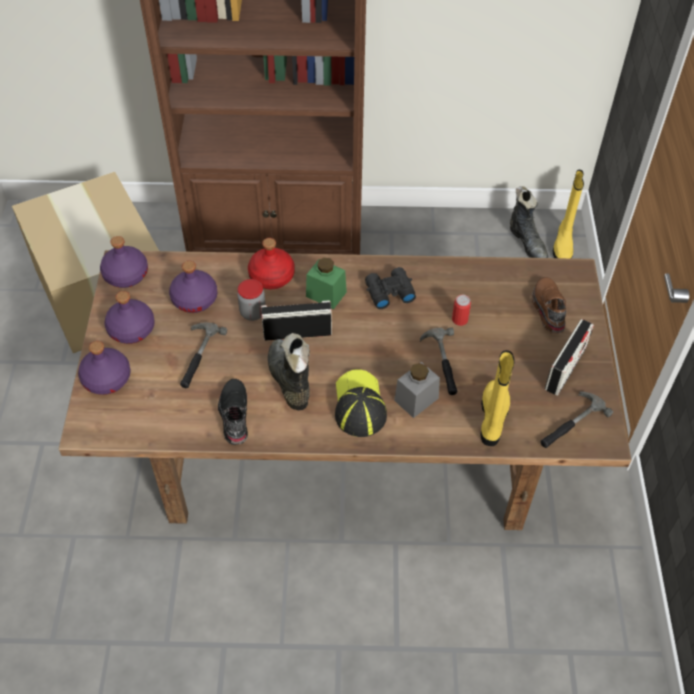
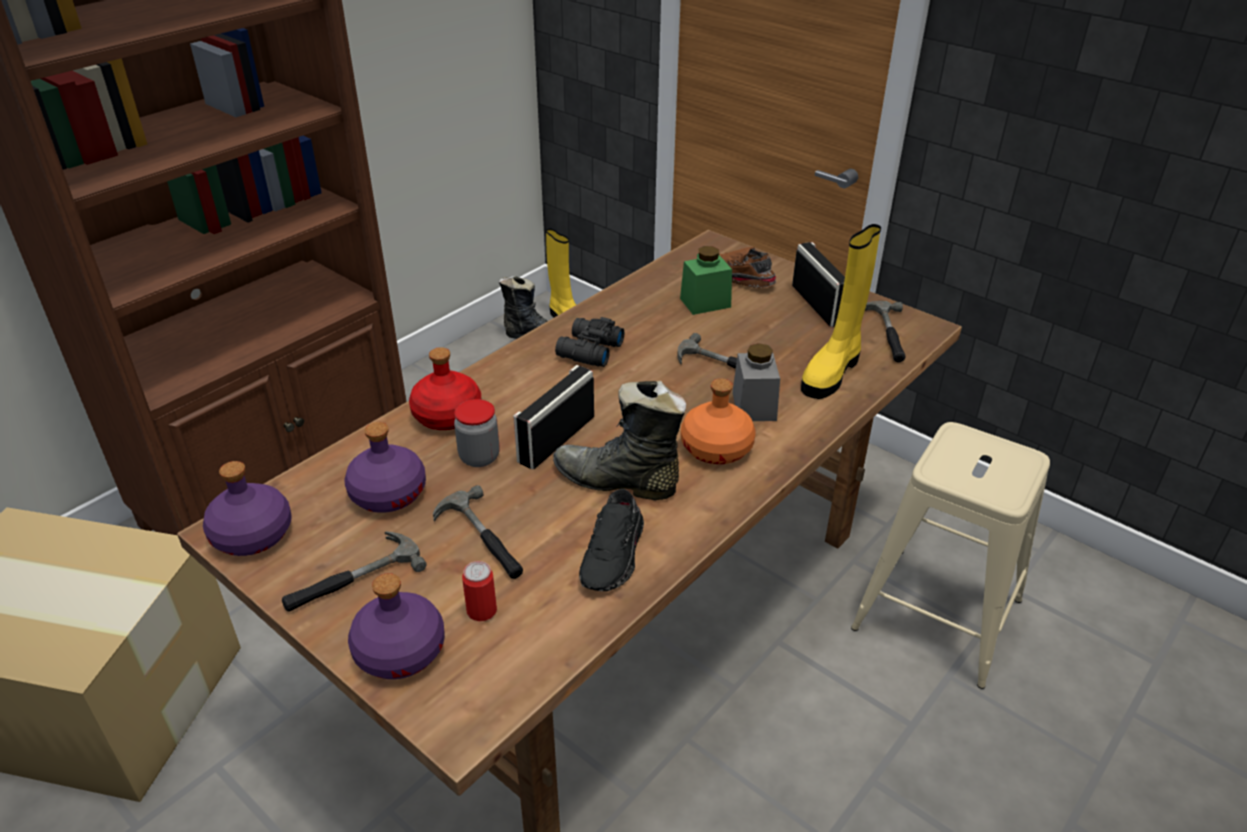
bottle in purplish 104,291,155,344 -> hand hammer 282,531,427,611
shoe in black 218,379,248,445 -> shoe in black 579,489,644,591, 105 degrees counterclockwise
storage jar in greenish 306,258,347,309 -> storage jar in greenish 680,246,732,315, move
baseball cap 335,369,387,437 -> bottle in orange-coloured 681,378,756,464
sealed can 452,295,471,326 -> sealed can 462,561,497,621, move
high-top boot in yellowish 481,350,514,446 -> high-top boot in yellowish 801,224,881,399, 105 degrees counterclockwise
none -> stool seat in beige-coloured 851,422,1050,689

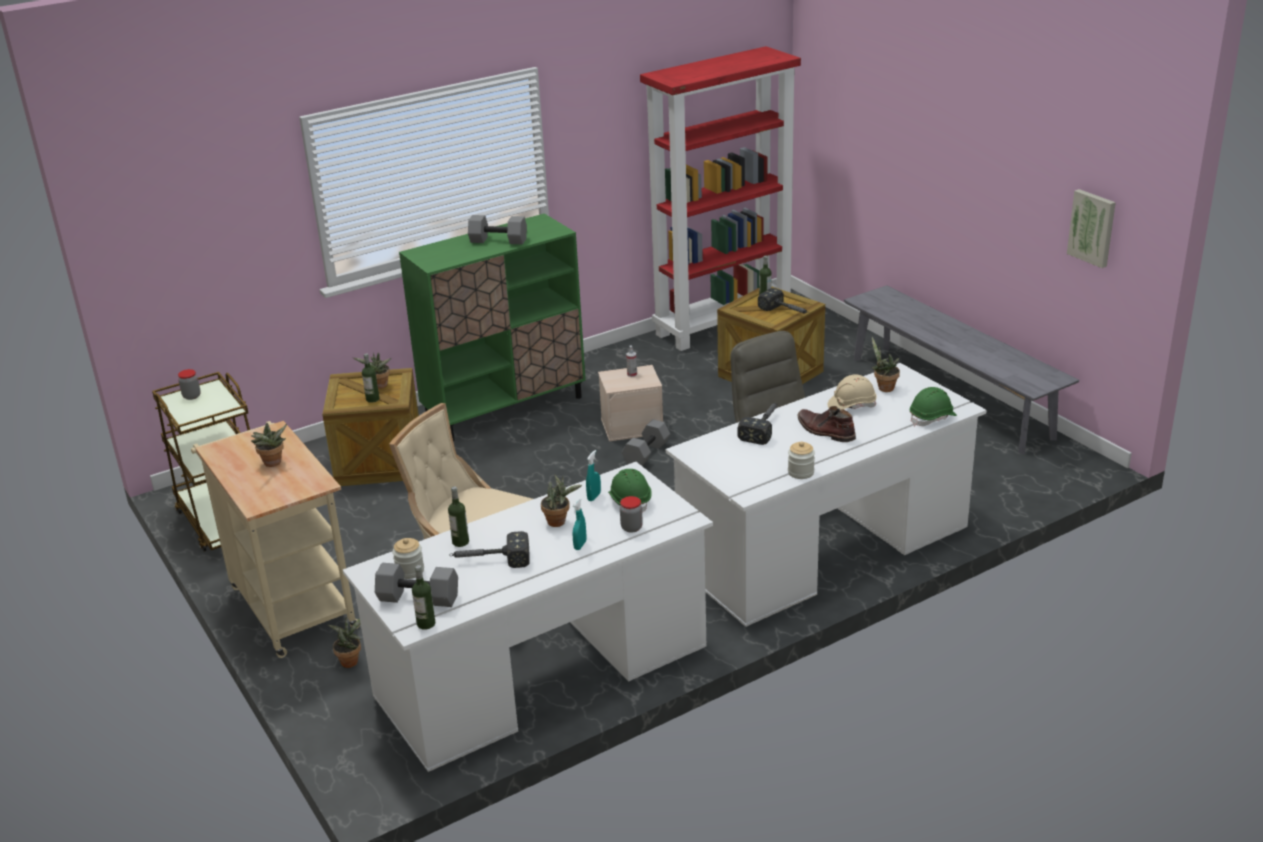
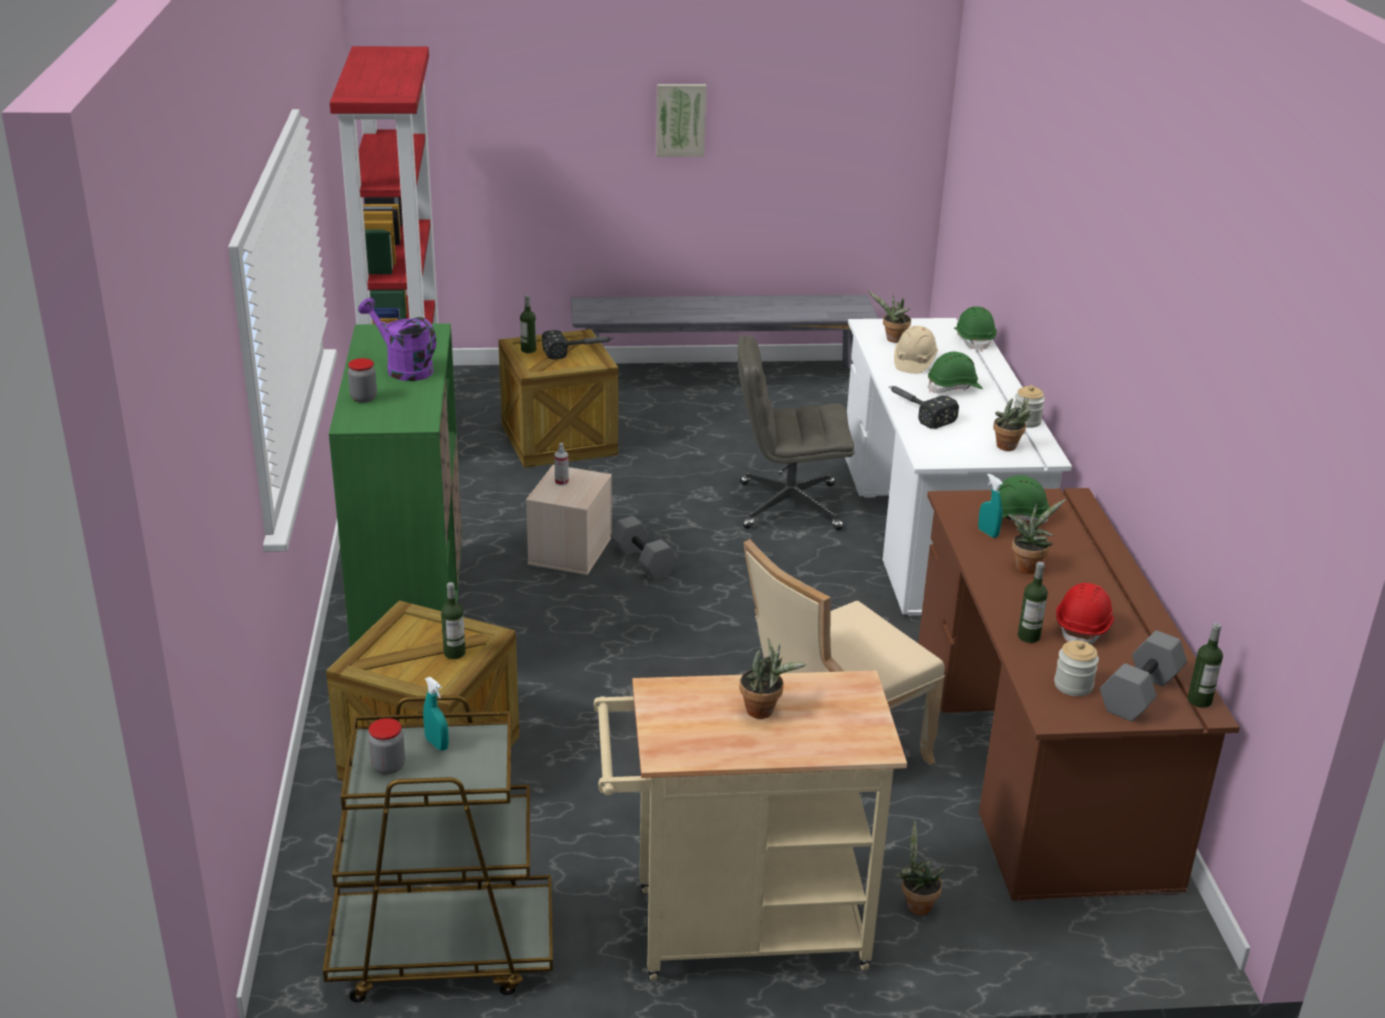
desk table in white 343,462,713,772 -> desk table in brown-coloured 918,488,1240,902
potted plant 353,352,391,389 -> potted plant 993,397,1033,451, move
hand hammer 449,531,530,568 -> hard hat in red 1056,583,1114,645
free weight in gray 468,215,527,244 -> sprinkling can in purplish 358,298,436,381
sprayer in turquoise-coloured 572,499,586,550 -> sprayer in turquoise-coloured 423,677,449,751, move
storage jar 620,496,643,533 -> storage jar 348,358,377,403, move
high-top boot in brown-coloured 797,406,856,442 -> hard hat in greenish 928,352,983,394
wall picture 1067,189,1116,268 -> wall picture 656,84,706,157, move

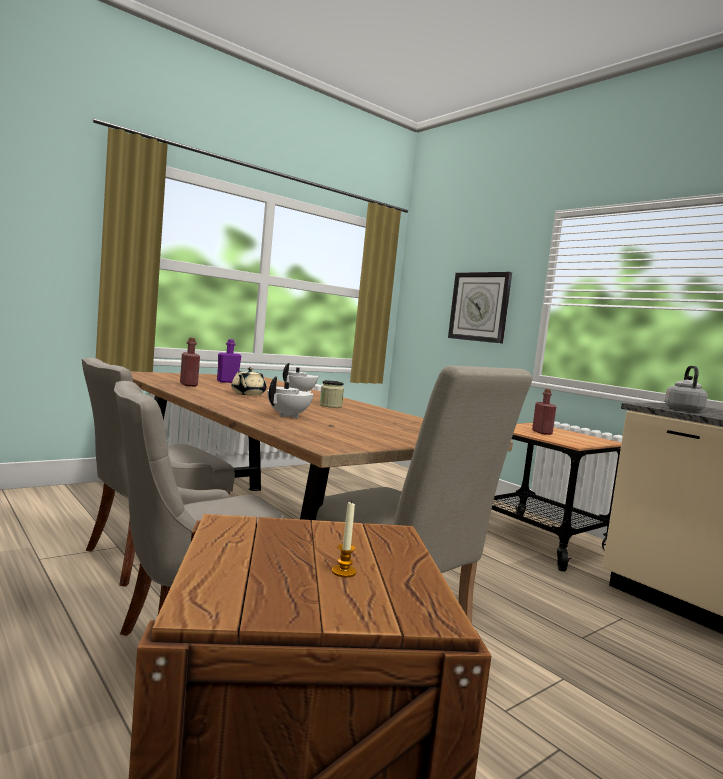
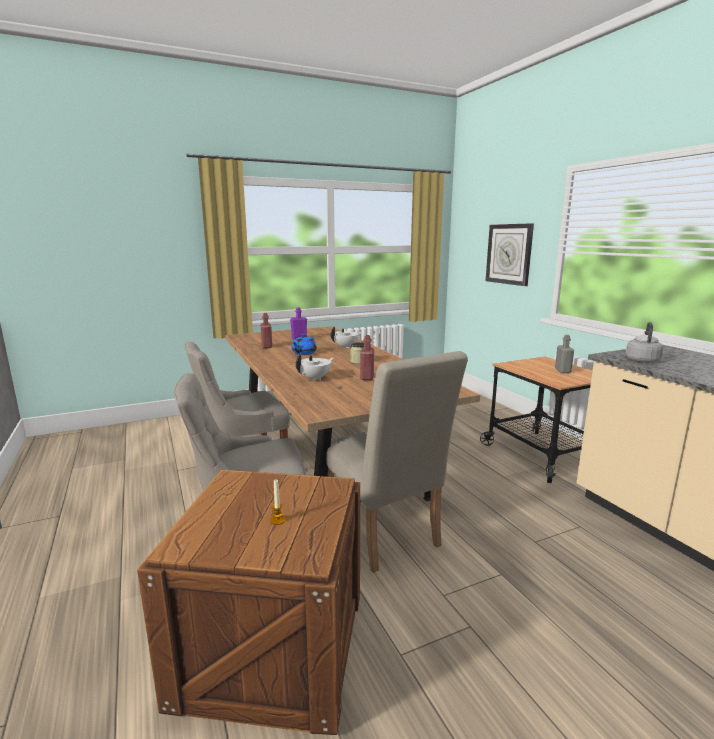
tea pot in beige-coloured 231,367,266,395 -> tea pot in bluish 292,334,317,355
bottle in red 532,389,556,435 -> bottle in red 360,335,374,380, move
none -> bottle in gray 555,335,574,373

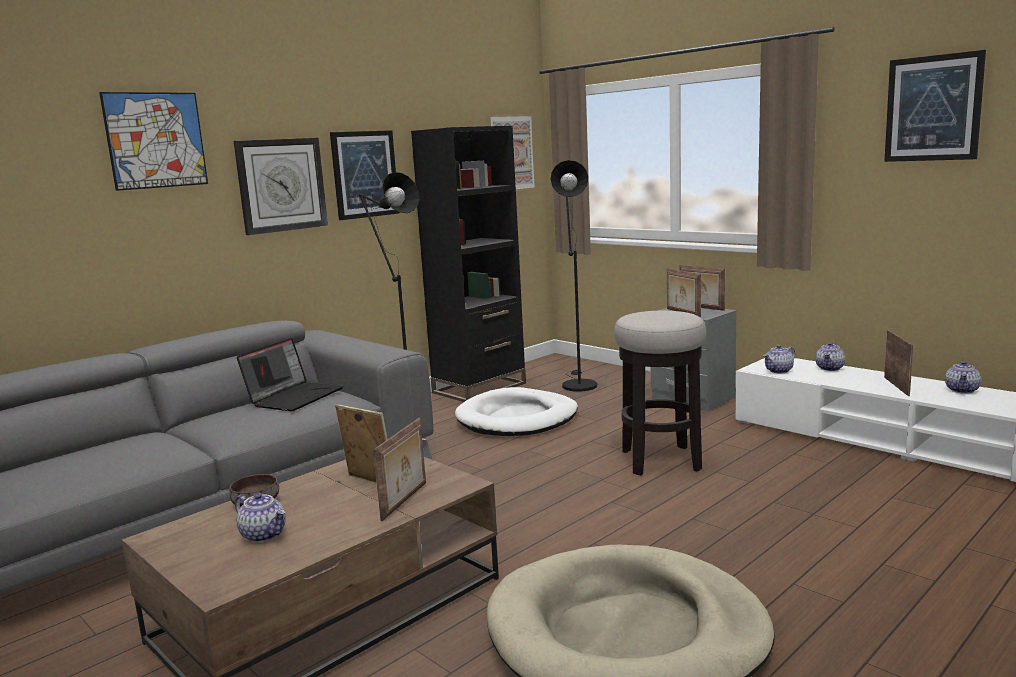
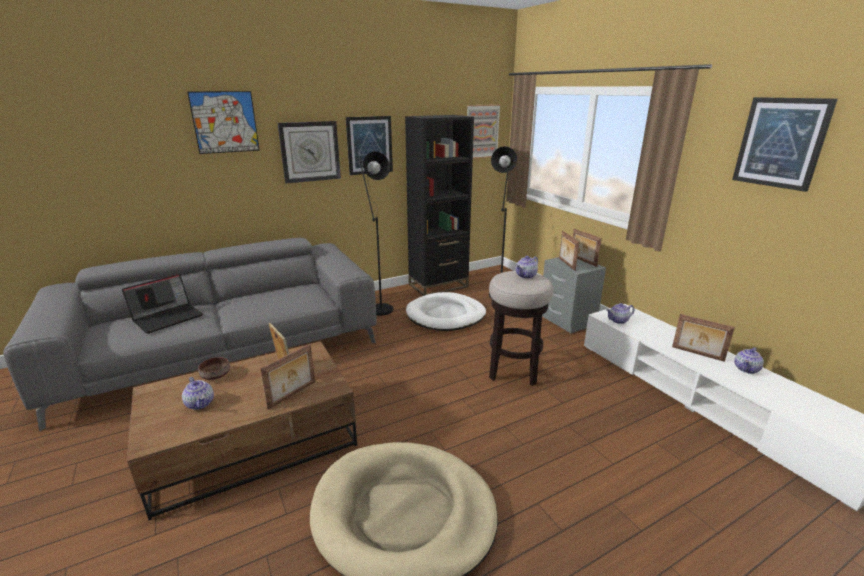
portable computer 237,338,343,411 -> portable computer 122,274,203,334, move
tea pot 815,342,845,371 -> tea pot 516,256,538,279, move
picture frame 884,330,913,396 -> picture frame 672,314,735,362, 105 degrees clockwise

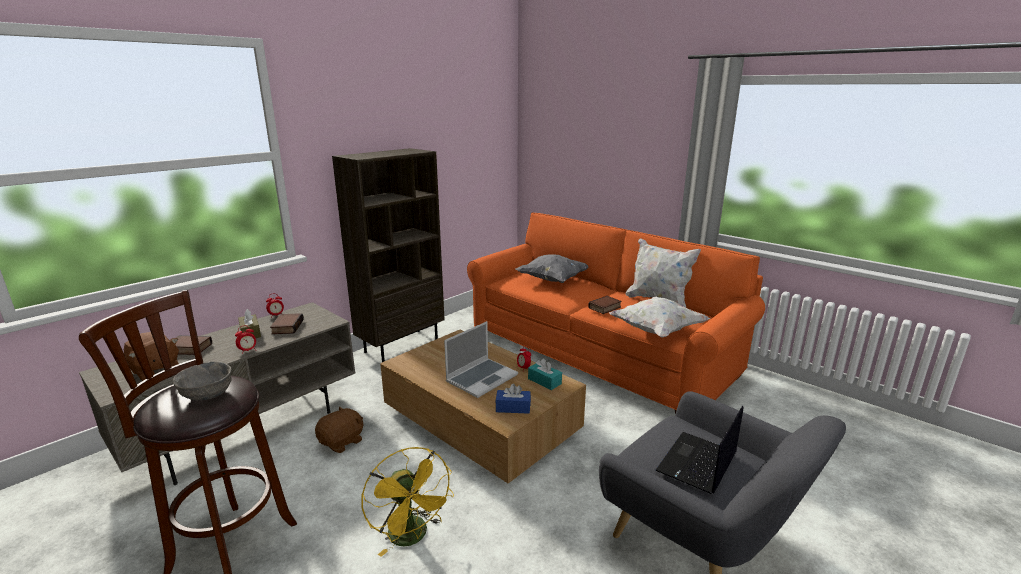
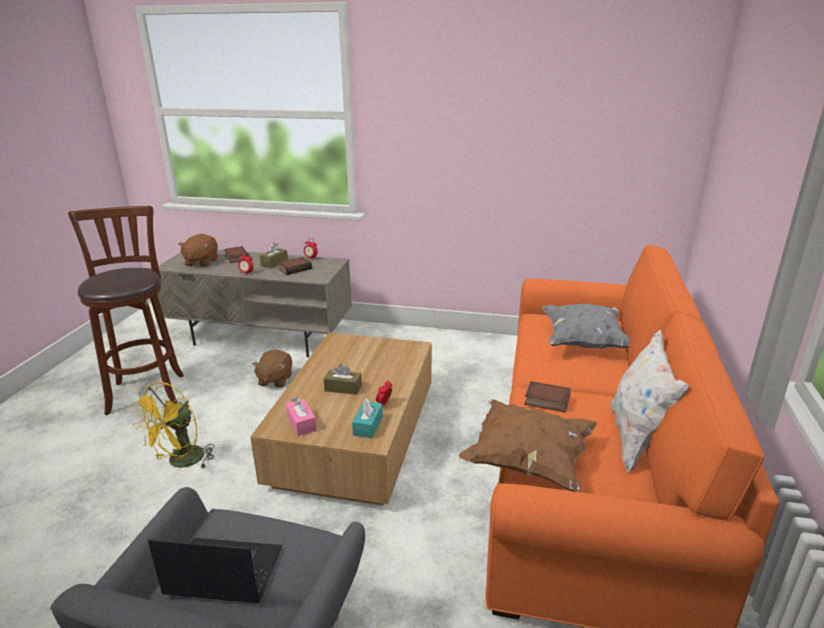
serving bowl in gray 172,362,231,401 -> none
soft toy in brown-coloured 315,406,363,453 -> soft toy in brown-coloured 252,350,292,388, 90 degrees clockwise
bookshelf in brown-coloured 332,148,445,362 -> none
portable computer 444,321,518,398 -> tissue box in brown-coloured 324,364,362,395
tissue box in bluish 495,384,531,414 -> tissue box in pink-coloured 286,397,317,436
cushion in white 609,297,710,338 -> cushion in brown-coloured 459,399,597,492

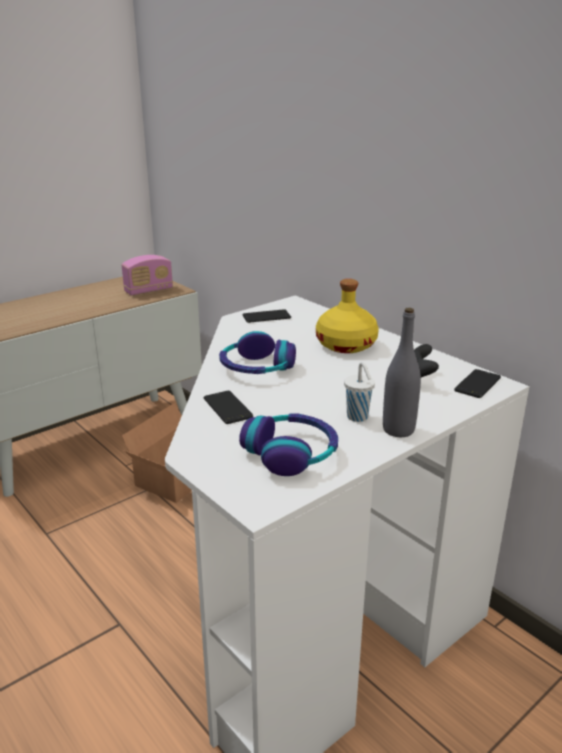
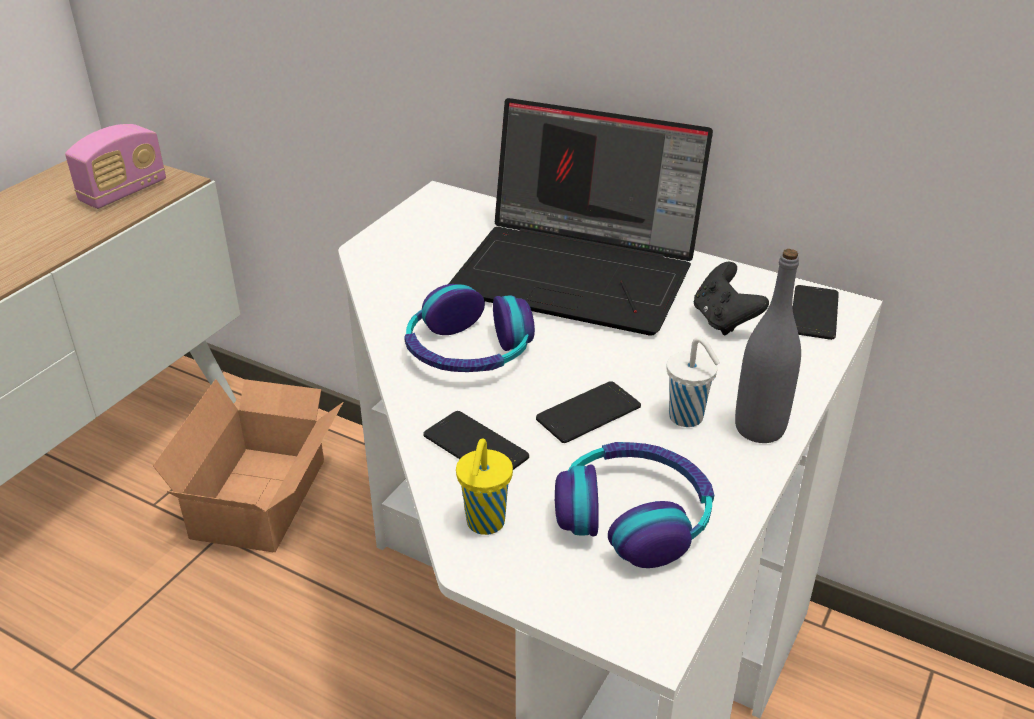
handset 243,309,291,323 -> handset 536,381,641,443, move
bottle in yellowish 316,279,379,353 -> portable computer 449,98,713,336
none -> drinking cup in yellowish 456,438,513,535

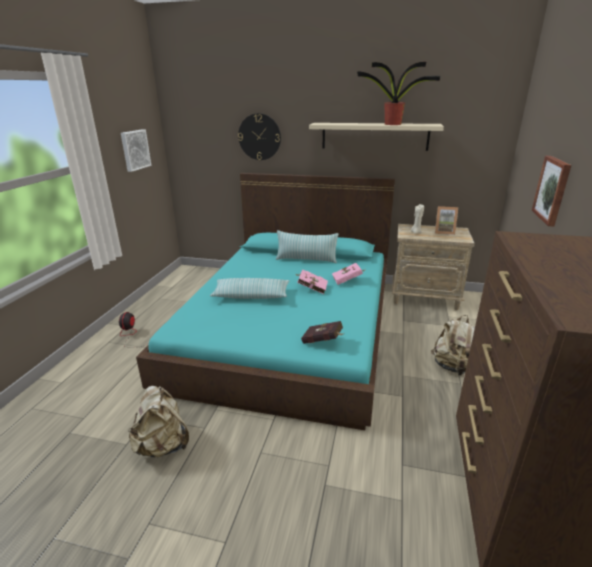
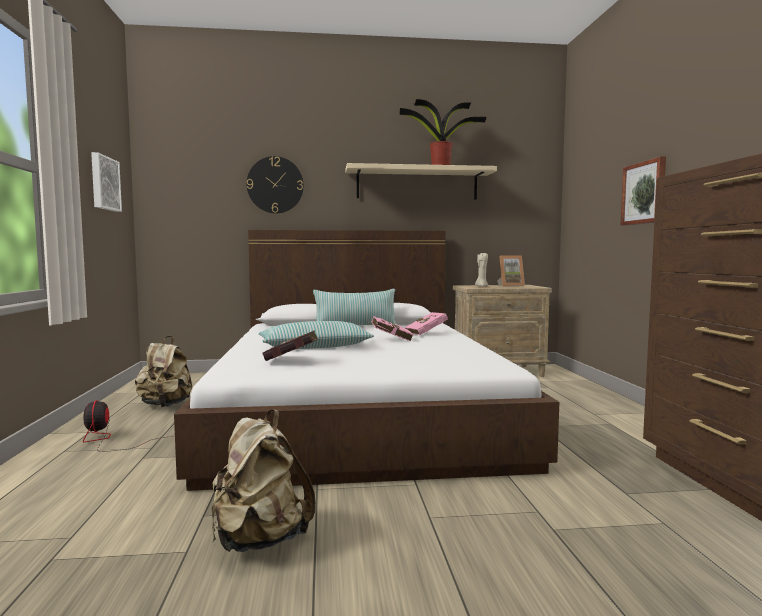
sleeping bed in turquoise-coloured 136,173,395,430 -> sleeping bed in white 174,230,559,491
book in red 301,321,344,344 -> book in red 263,330,321,361, move
knapsack in beige-coloured 431,315,475,375 -> knapsack in beige-coloured 135,336,192,407, move

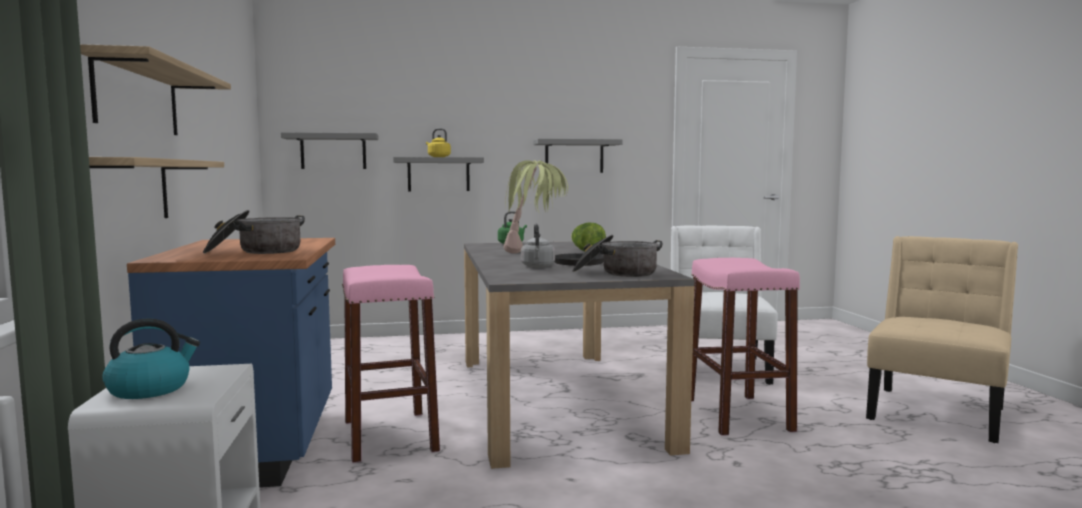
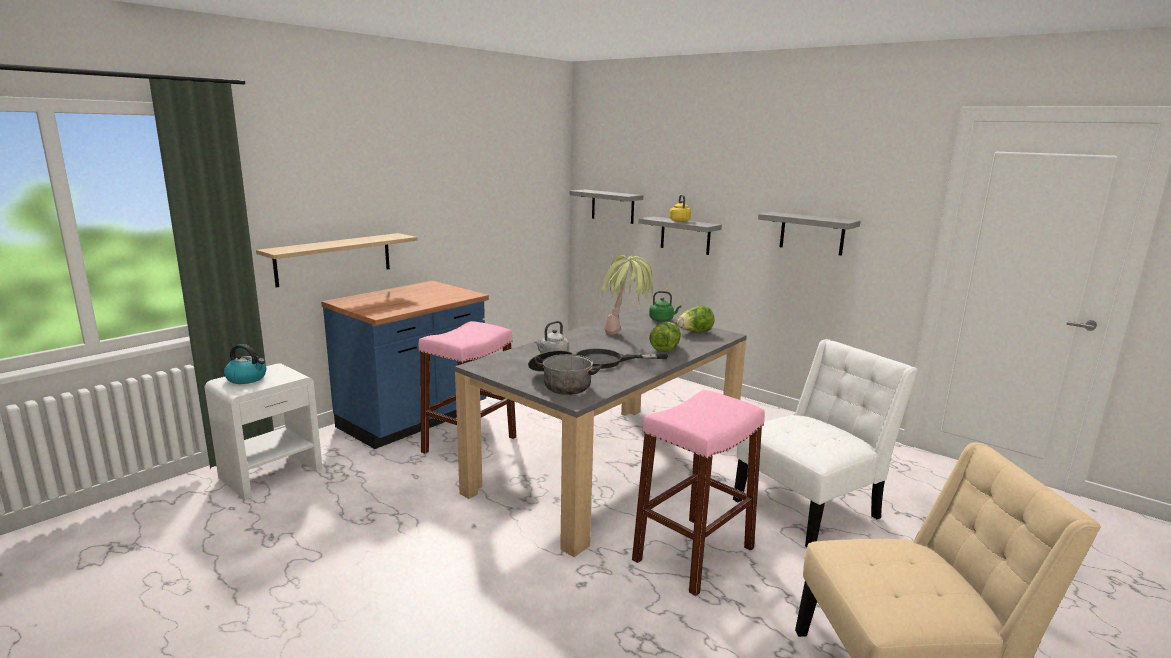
shelf 80,44,231,135 -> none
saucepot 203,210,305,254 -> none
none -> lettuce 677,306,715,332

